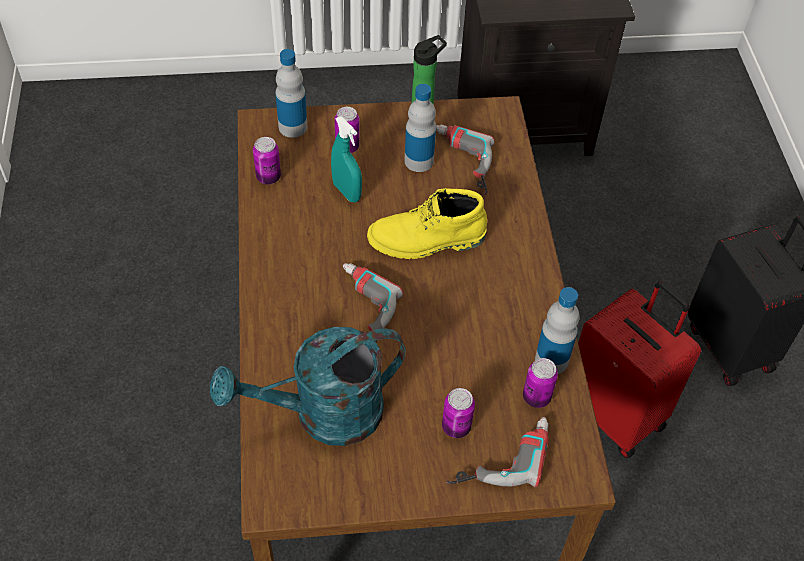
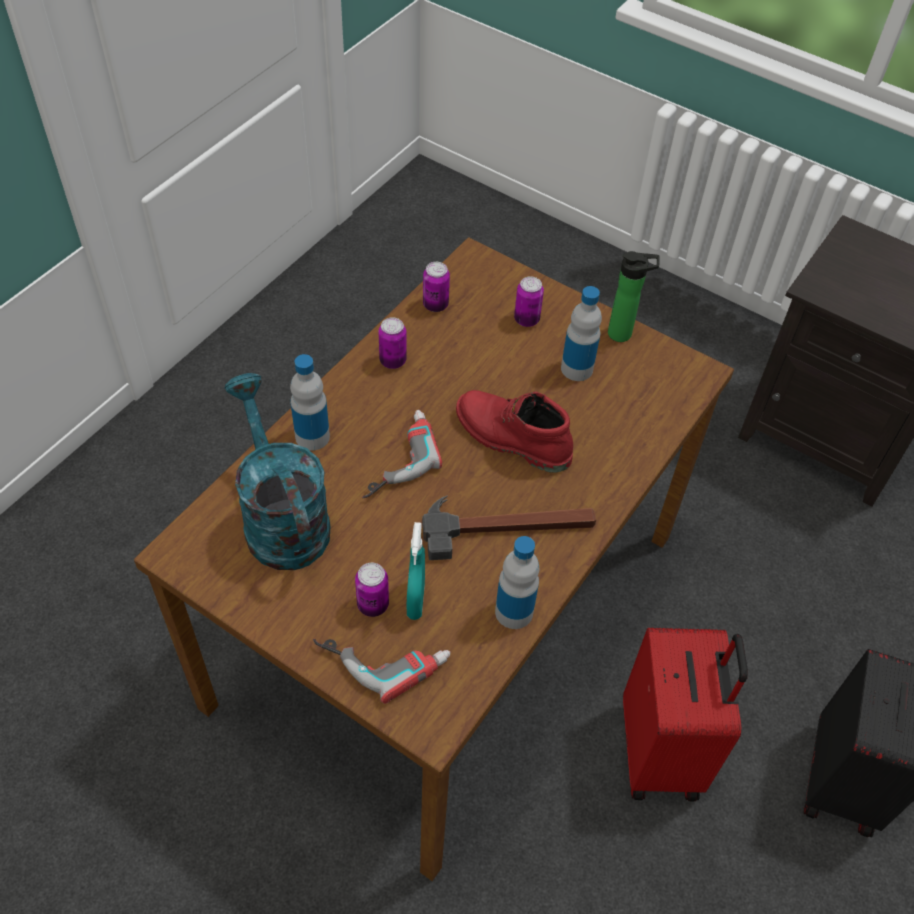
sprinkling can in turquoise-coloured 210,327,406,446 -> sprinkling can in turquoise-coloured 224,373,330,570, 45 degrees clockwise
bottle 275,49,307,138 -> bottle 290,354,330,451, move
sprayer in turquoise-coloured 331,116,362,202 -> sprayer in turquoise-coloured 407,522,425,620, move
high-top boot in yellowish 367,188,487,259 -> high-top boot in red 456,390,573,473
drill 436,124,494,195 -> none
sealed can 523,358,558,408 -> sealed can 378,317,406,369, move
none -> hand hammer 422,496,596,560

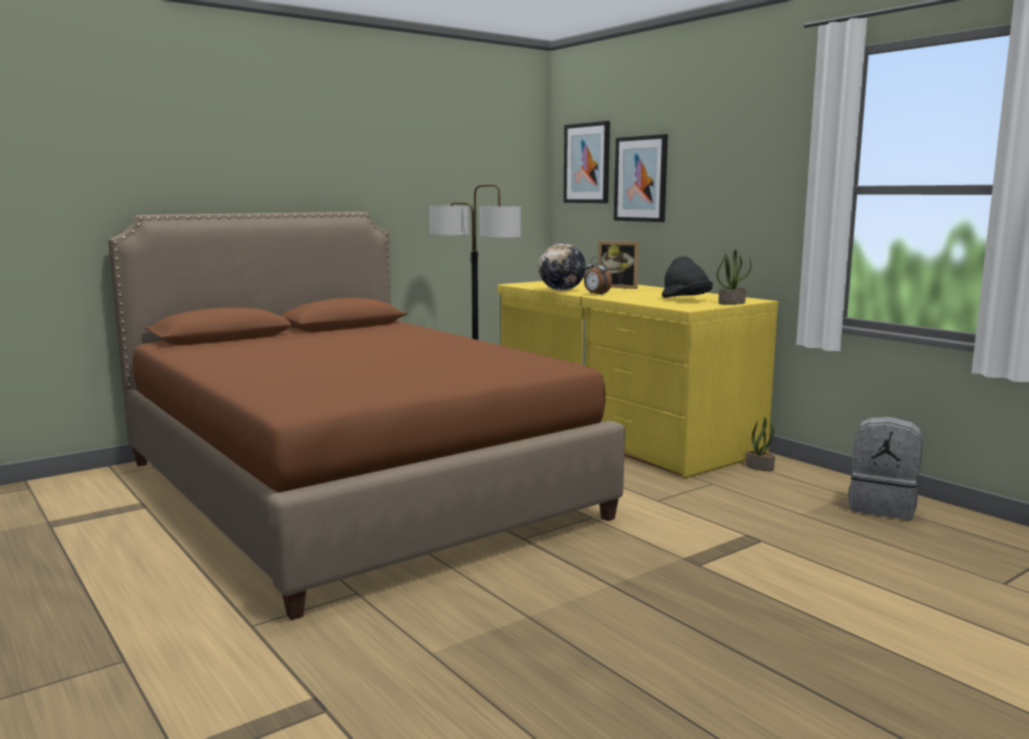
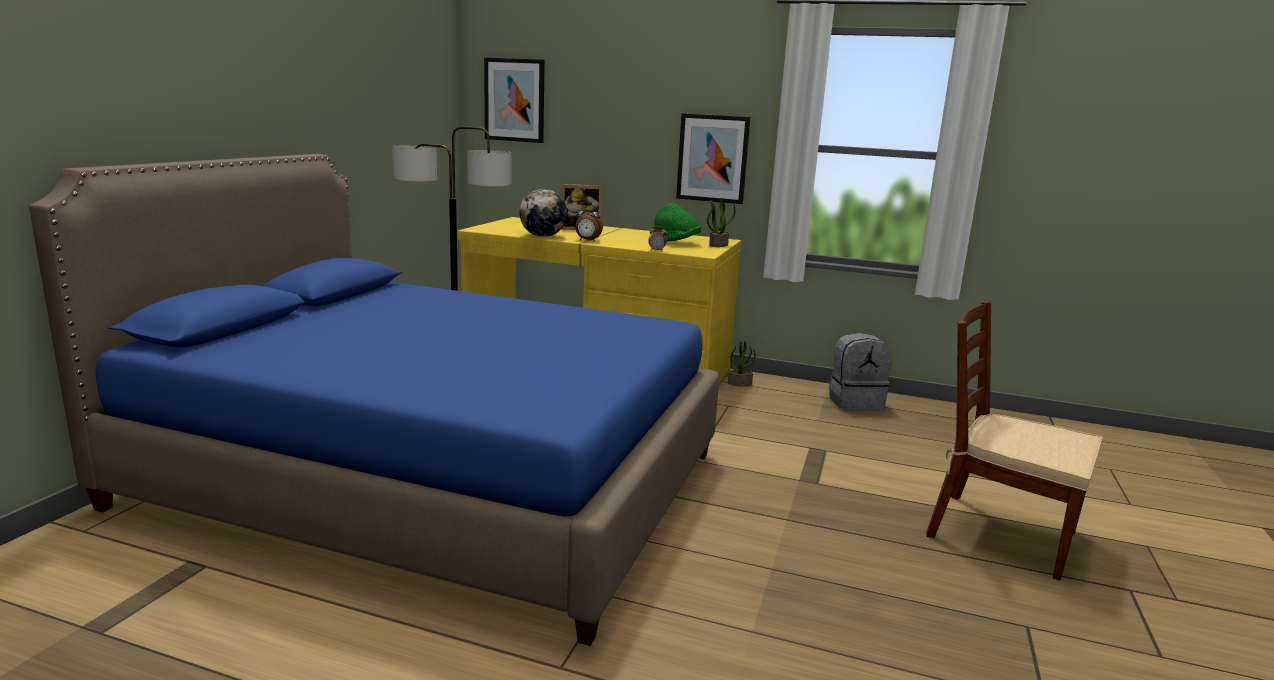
sleeping bed in brown-coloured 108,212,625,620 -> sleeping bed in bluish 29,154,719,646
wall picture 614,134,668,222 -> wall picture 676,113,750,204, move
clothing hat in black 662,256,713,298 -> clothing hat in greenish 654,203,701,242
none -> bedside clock 648,226,667,252
none -> upright chair in brown-coloured 926,302,1103,580

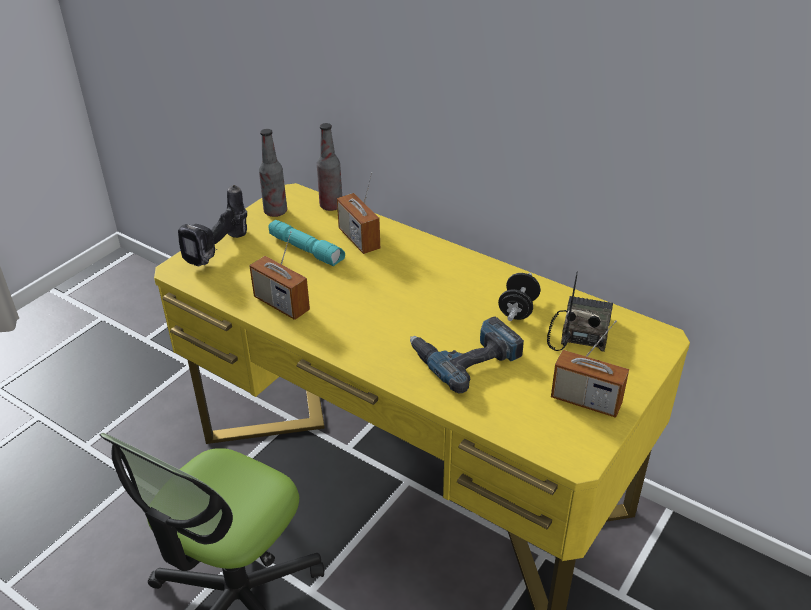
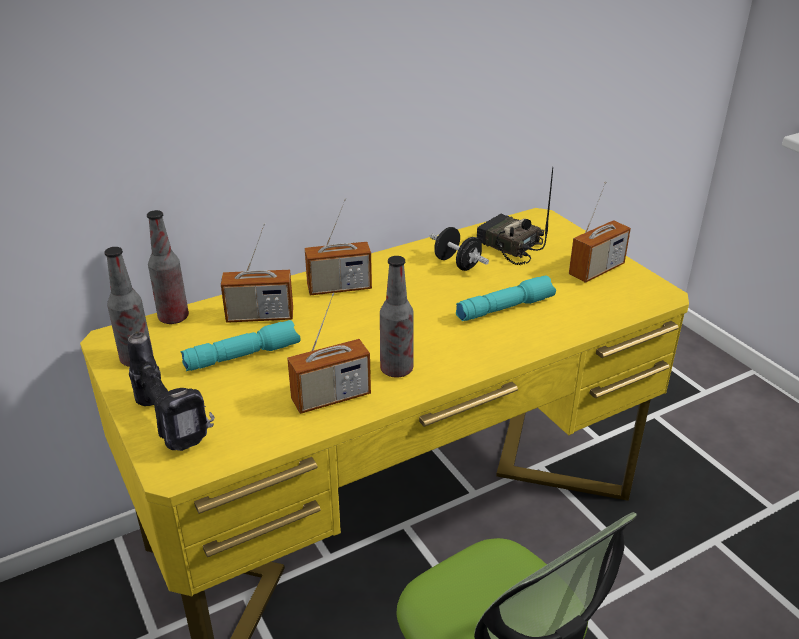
drill 410,317,524,393 -> torch in turquoise-coloured 456,275,556,321
none -> radio set 305,198,372,295
none -> bottle 380,256,414,378

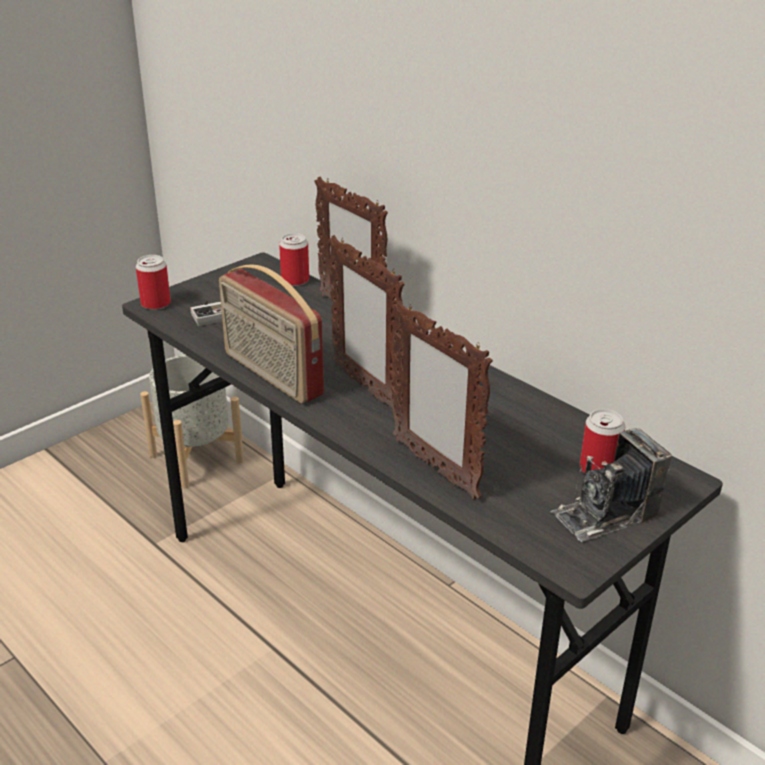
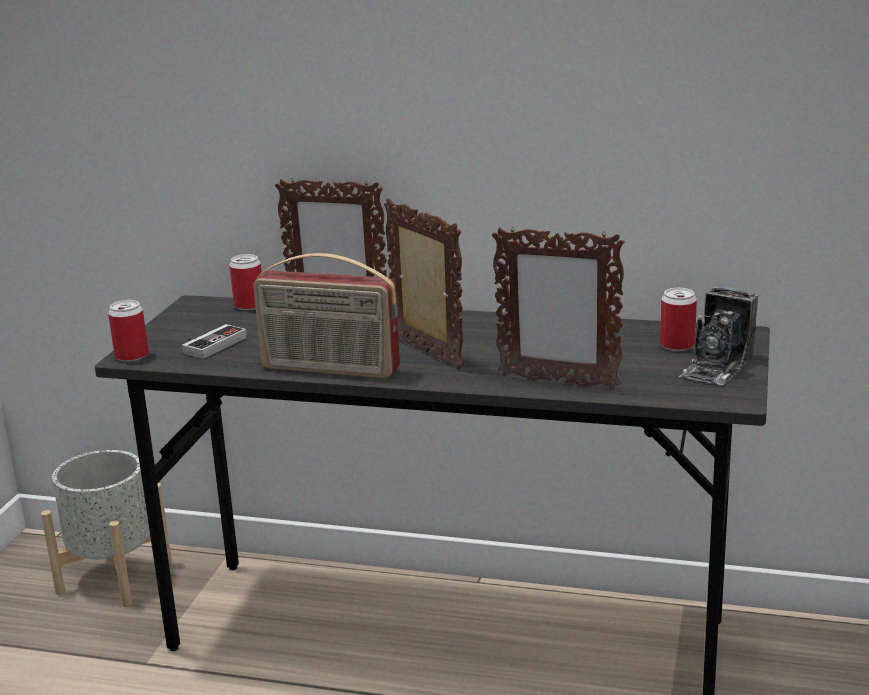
picture frame 328,235,405,410 -> picture frame 384,198,464,369, 150 degrees counterclockwise

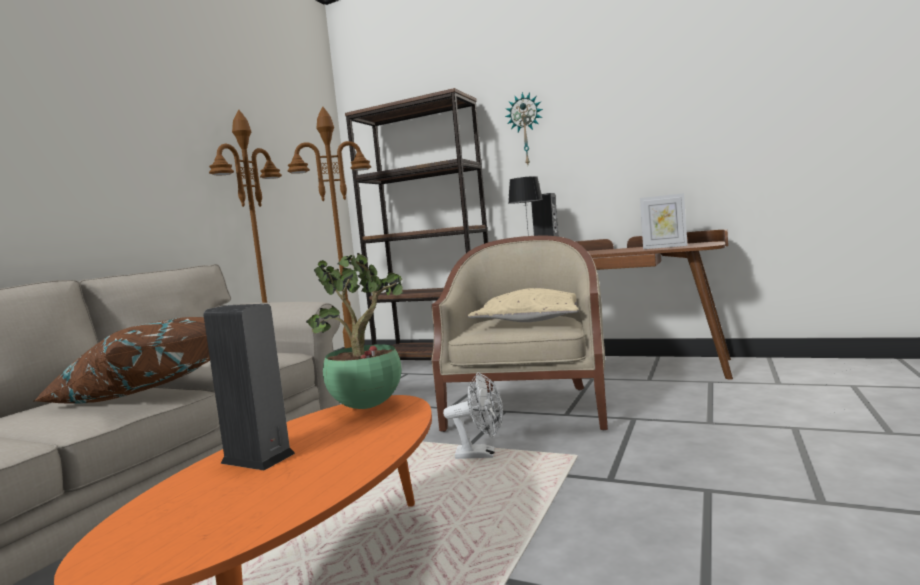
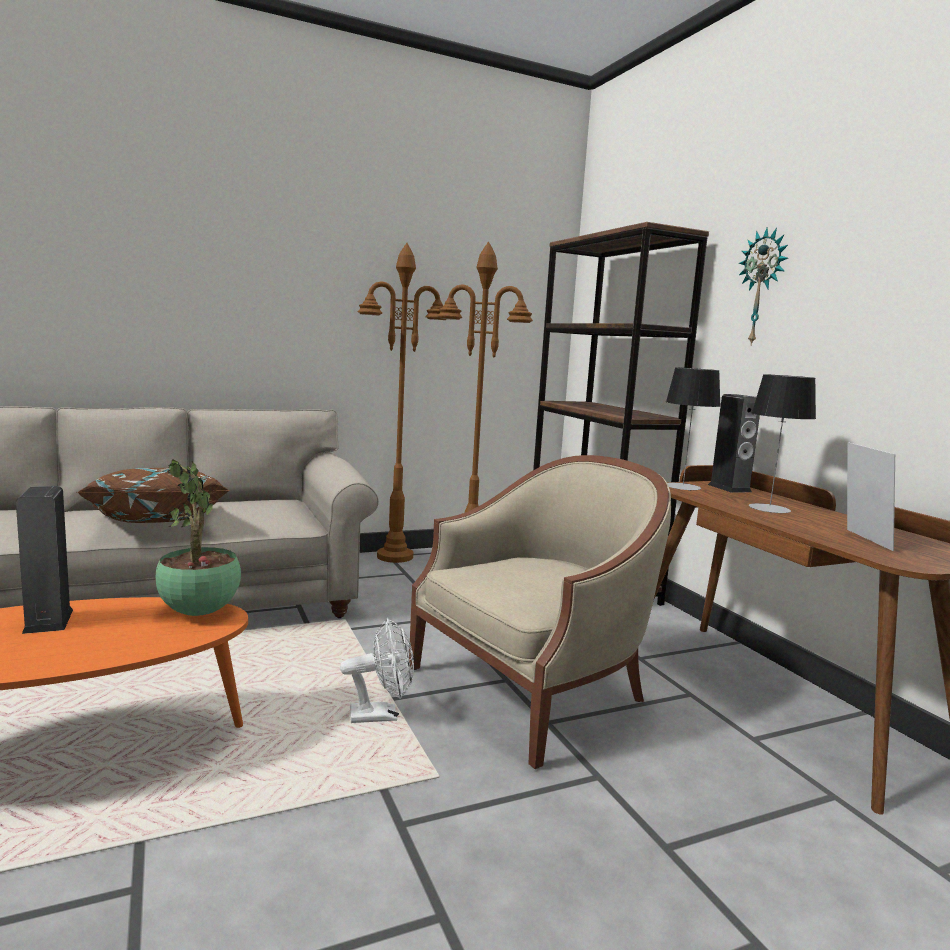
electric fan in white 443,372,503,459 -> electric fan in white 340,618,414,723, 60 degrees counterclockwise
cushion in beige-coloured 468,288,579,322 -> none
picture frame 640,193,688,249 -> picture frame 847,442,895,551, 150 degrees counterclockwise
none -> table lamp 749,374,816,513

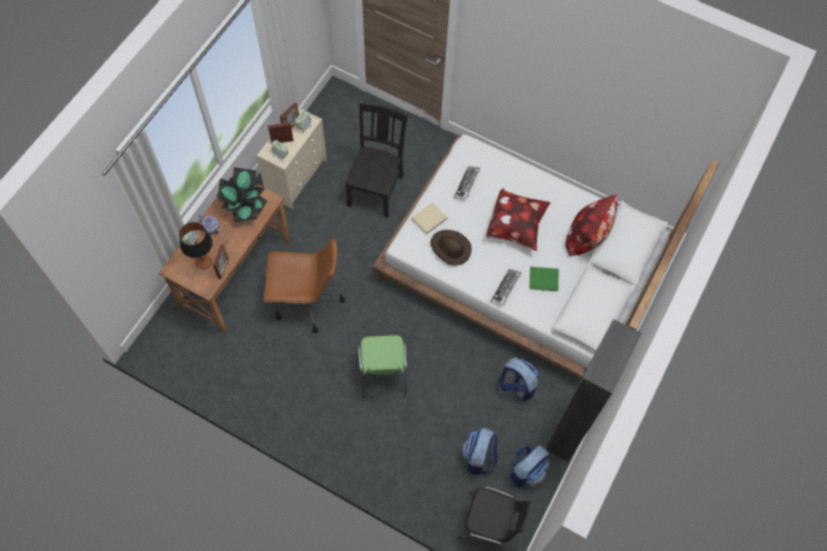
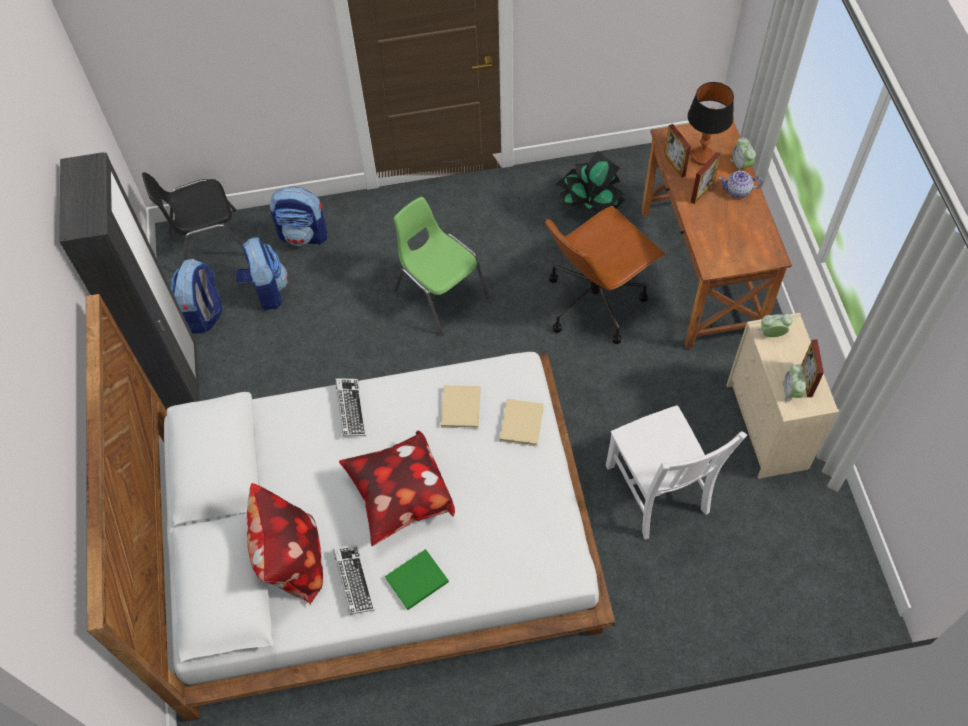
potted plant 216,167,267,223 -> potted plant 556,151,625,212, move
picture frame 268,123,294,144 -> picture frame 691,152,721,204, move
upright chair in black 345,100,408,218 -> upright chair in white 606,405,747,539
clothing hat in brown-coloured 431,230,472,266 -> book in beige-coloured 441,385,481,429
computer keyboard 453,166,480,199 -> computer keyboard 333,545,375,615, move
knapsack 499,357,538,402 -> knapsack 270,187,327,246, move
book in greenish 529,267,559,291 -> book in greenish 385,549,449,610, move

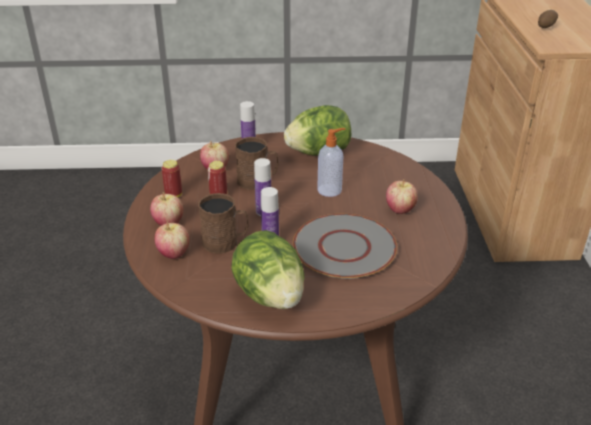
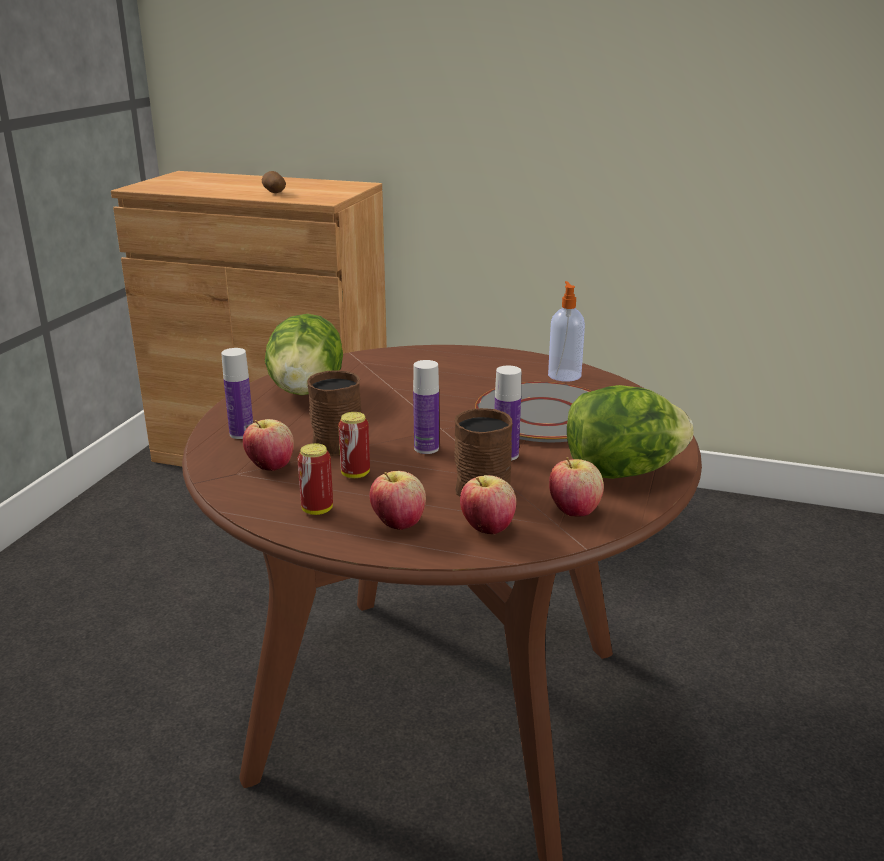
soap dispenser 317,128,346,197 -> soap dispenser 548,281,585,382, move
apple fruit 386,179,418,214 -> apple fruit 549,457,604,517, move

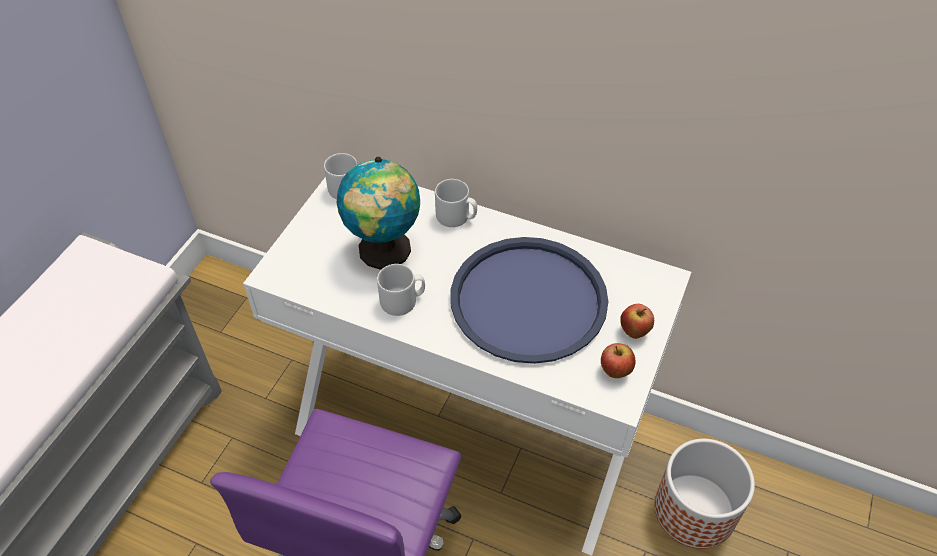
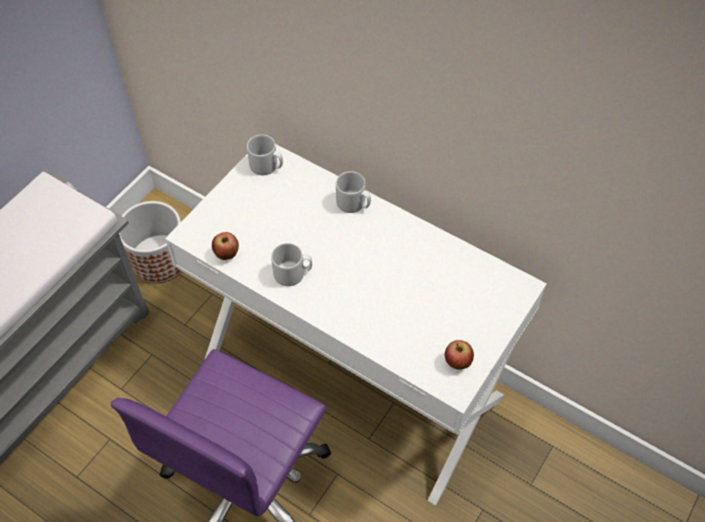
globe 337,157,420,270 -> none
serving tray in bluish 450,237,608,364 -> none
apple fruit 620,304,654,339 -> apple fruit 212,232,239,260, move
plant pot 655,439,755,549 -> plant pot 119,201,182,284, move

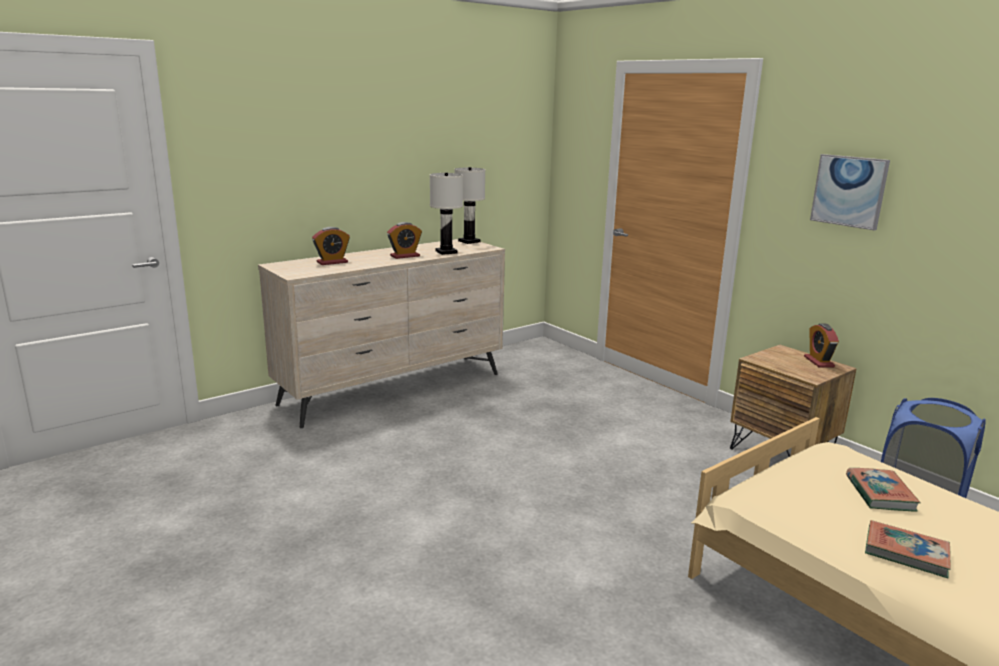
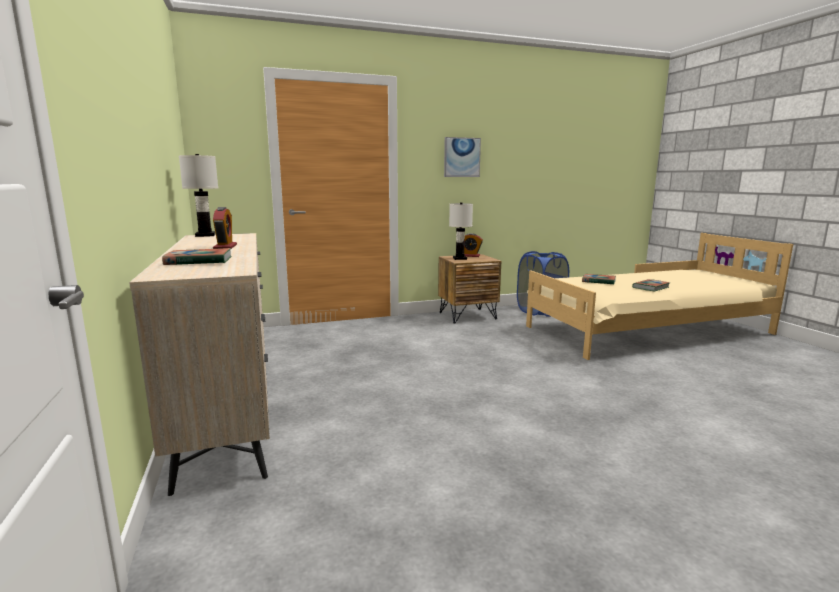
bedside clock 312,227,350,265 -> book 162,248,231,265
table lamp in white 430,173,463,255 -> table lamp in white 449,203,473,260, move

